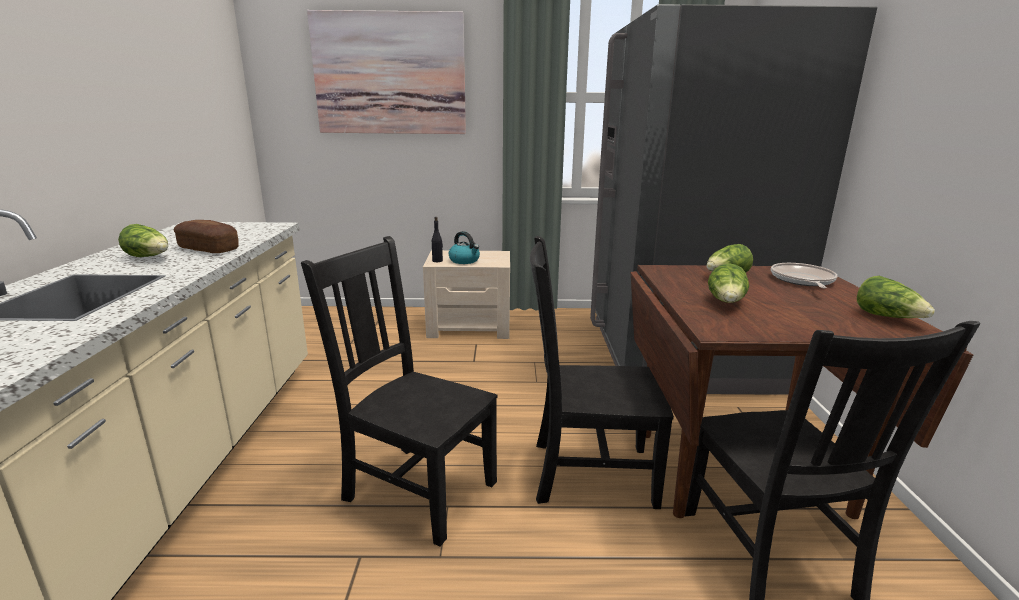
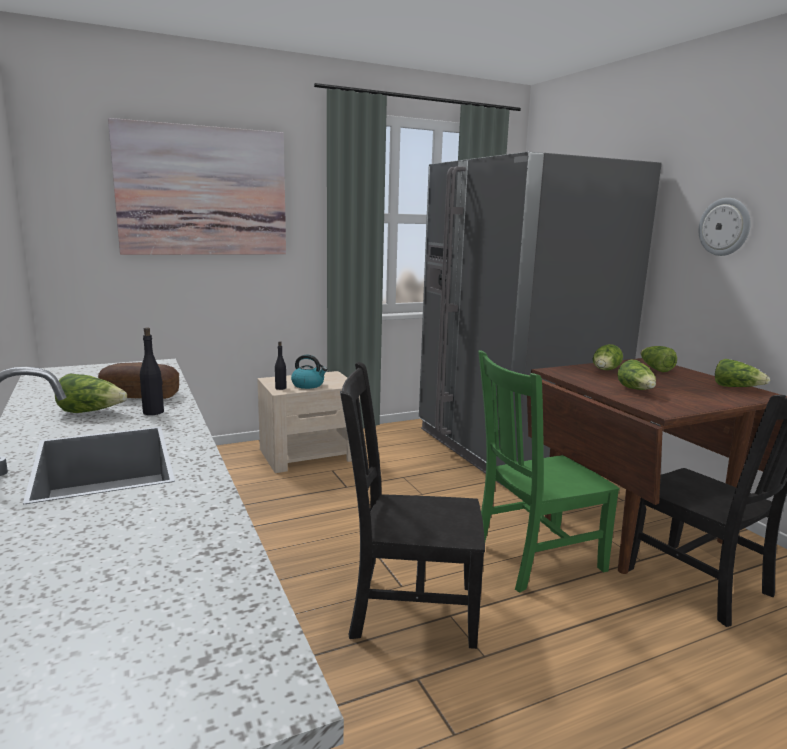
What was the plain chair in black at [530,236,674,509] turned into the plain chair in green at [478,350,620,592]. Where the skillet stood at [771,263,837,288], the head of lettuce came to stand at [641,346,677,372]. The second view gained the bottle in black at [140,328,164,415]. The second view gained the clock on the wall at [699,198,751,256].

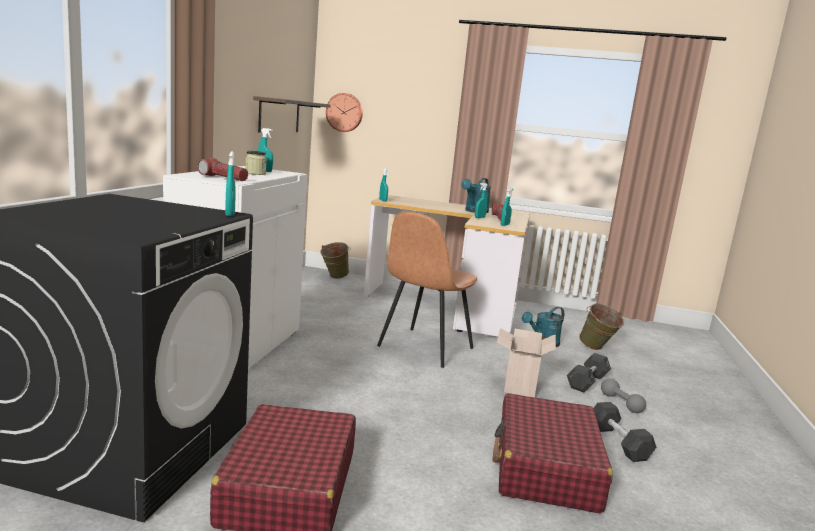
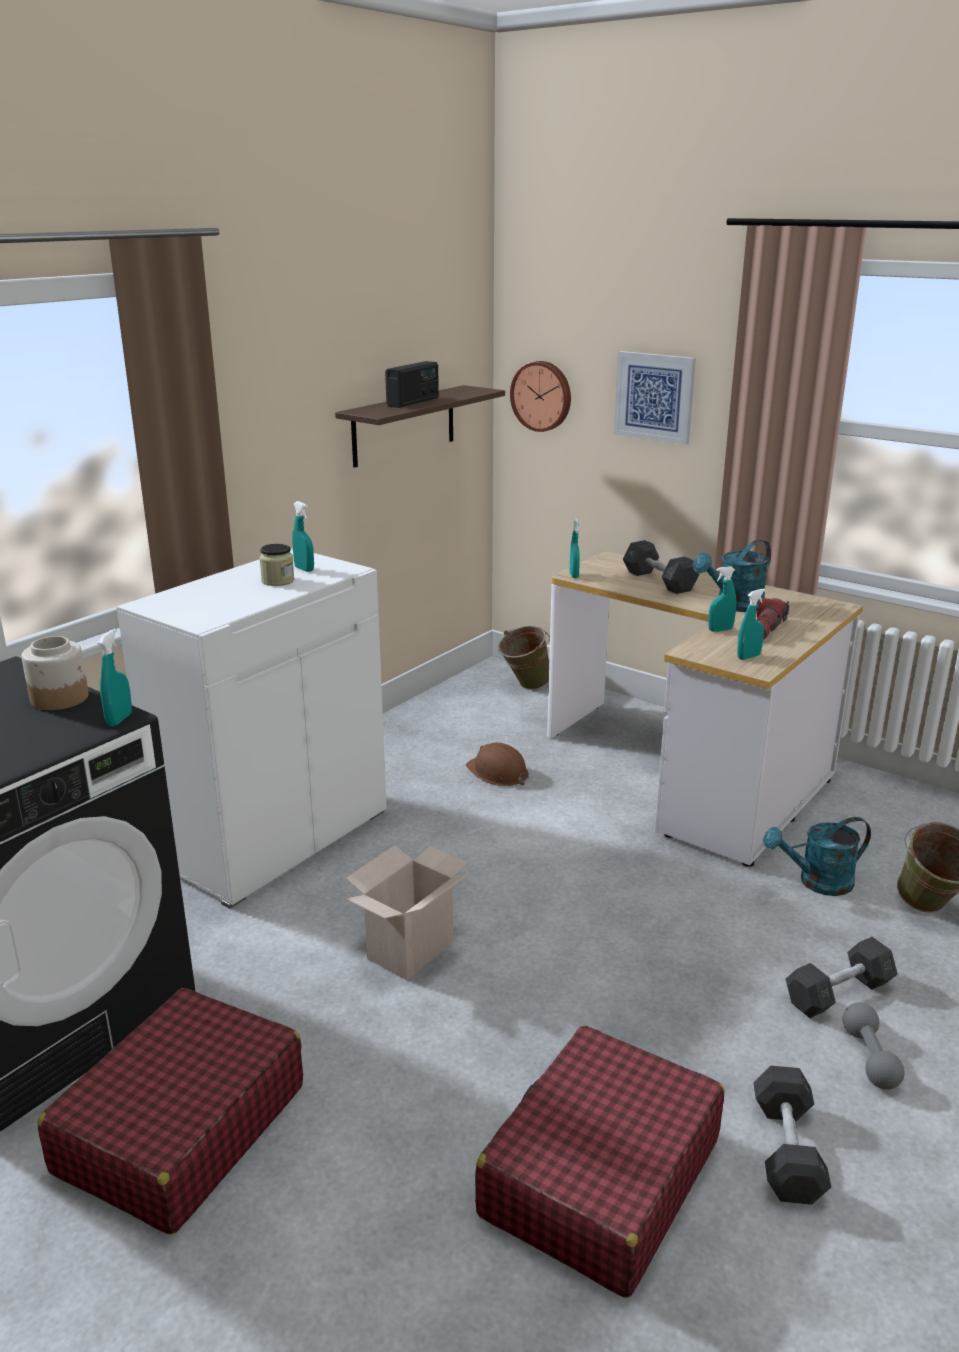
The second view lost the flashlight at [198,158,248,181]. The second view lost the plain chair in brown-coloured at [377,212,477,368]. The cardboard box ended up elsewhere, having gone from [497,328,556,397] to [345,845,469,980]. The second view gained the jar at [21,636,89,710]. The second view gained the radio set at [385,361,439,408]. The second view gained the work helmet in brown-coloured at [466,743,529,786]. The second view gained the wall art at [614,351,696,445]. The second view gained the hand weight in grey at [623,540,699,594].

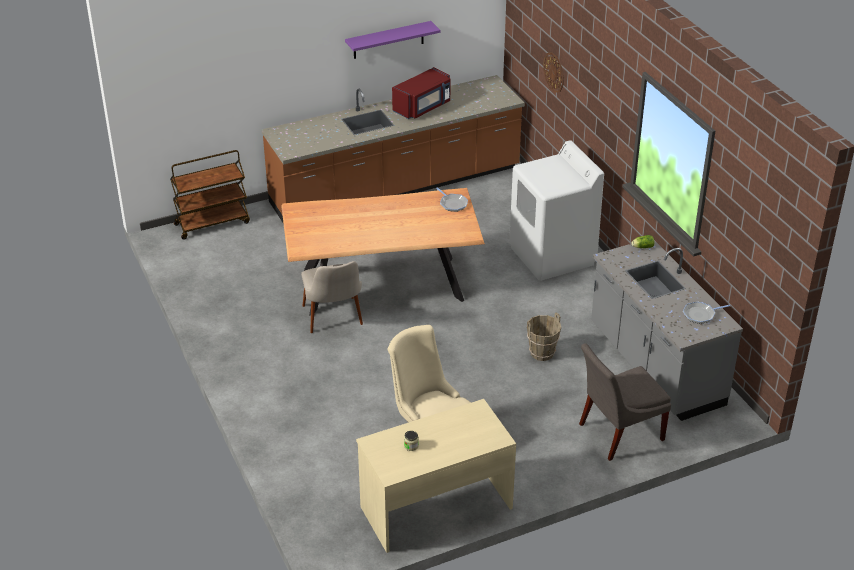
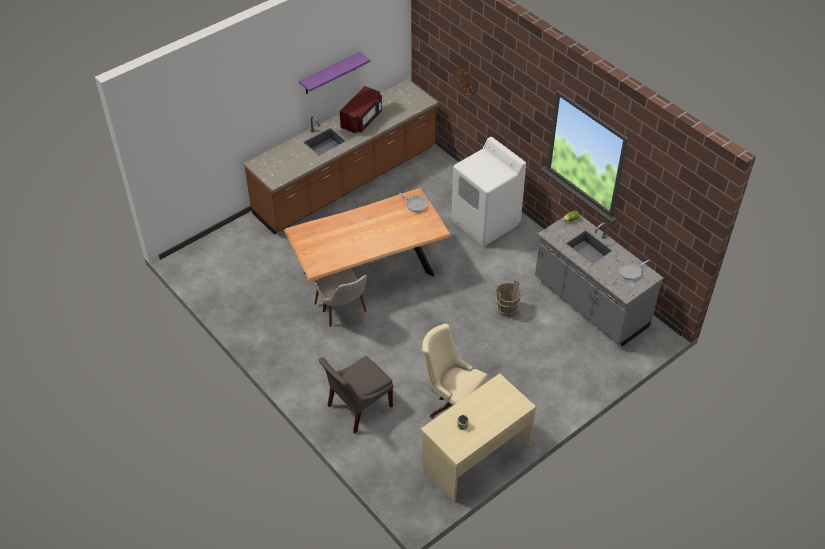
The second view lost the wheeled cart in brown-coloured at [170,150,250,240]. The plain chair in grey ended up elsewhere, having gone from [579,343,671,461] to [319,356,393,433].

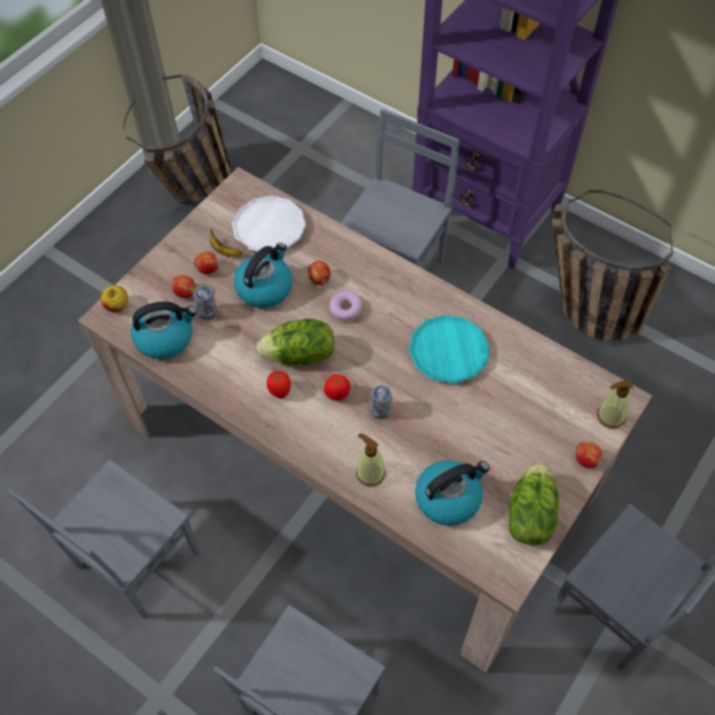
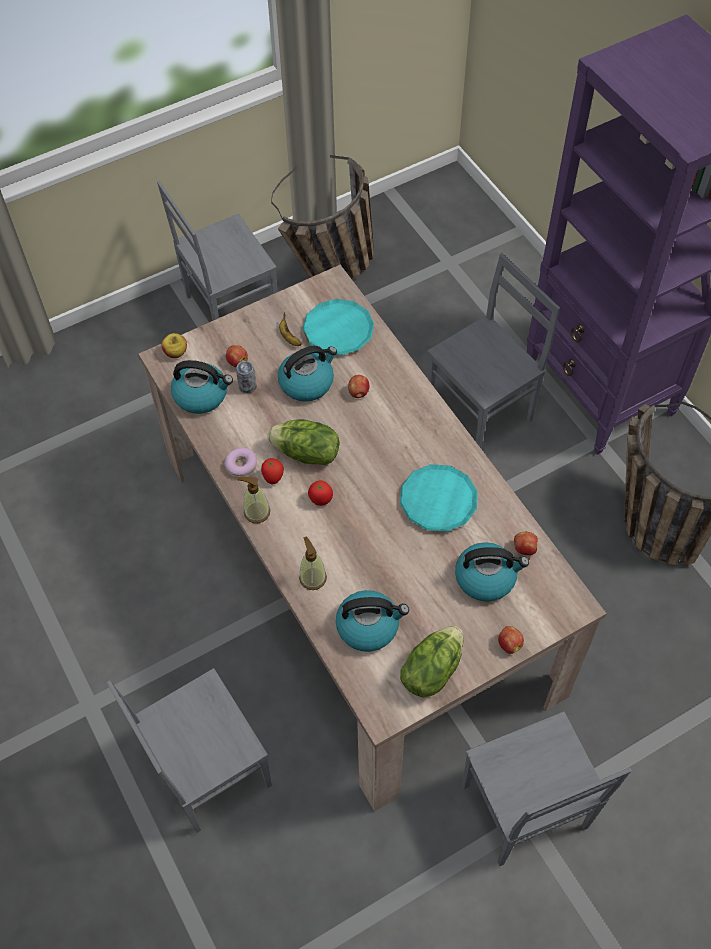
The plain chair in grey ended up elsewhere, having gone from [8,459,200,619] to [157,181,277,321]. The whole apple ended up elsewhere, having gone from [194,252,218,274] to [514,532,538,555]. What was the flat dish in white-coloured at [232,195,306,252] turned into the flat dish in turquoise at [303,299,374,355]. The doughnut ended up elsewhere, having gone from [330,291,362,321] to [225,448,257,477]. The second view lost the sealed can at [371,385,392,420]. The soap bottle ended up elsewhere, having gone from [597,380,633,428] to [238,476,270,523]. The second view gained the tea kettle at [455,542,529,602].

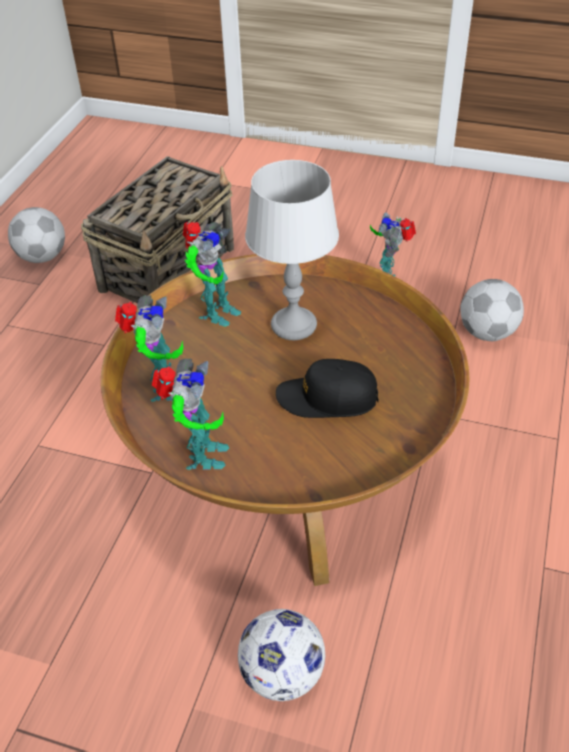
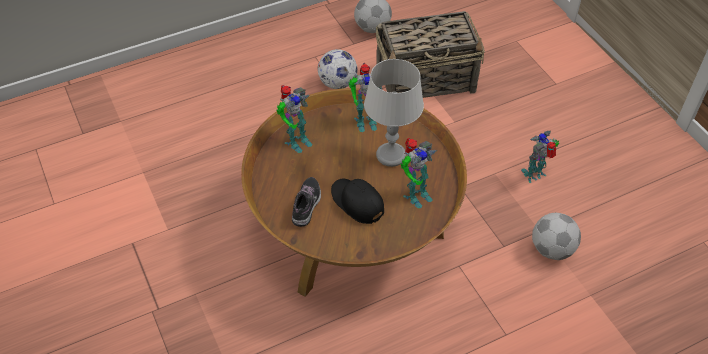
The robot figure ended up elsewhere, having gone from [152,358,229,470] to [401,138,437,208]. The football ended up elsewhere, having gone from [238,609,325,701] to [318,49,358,89]. The second view gained the shoe at [292,177,321,227].

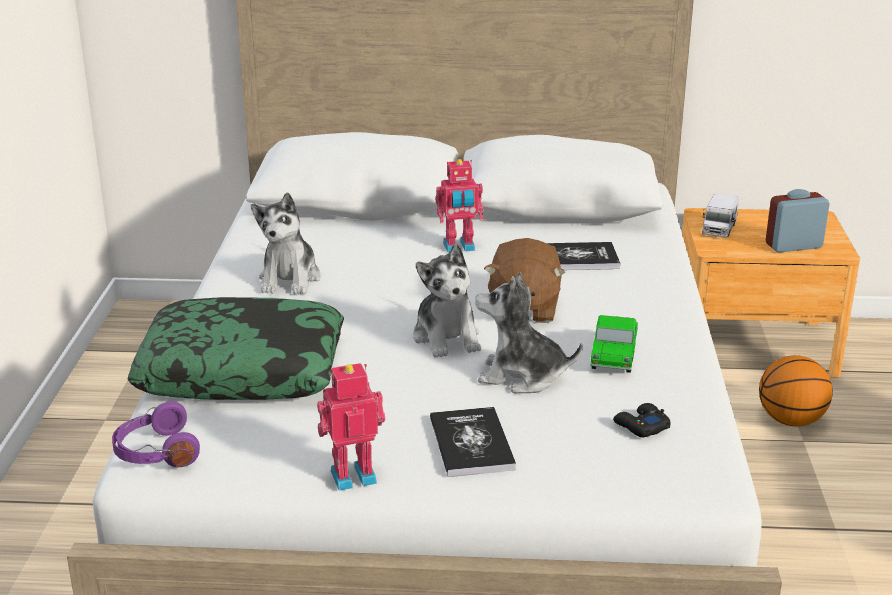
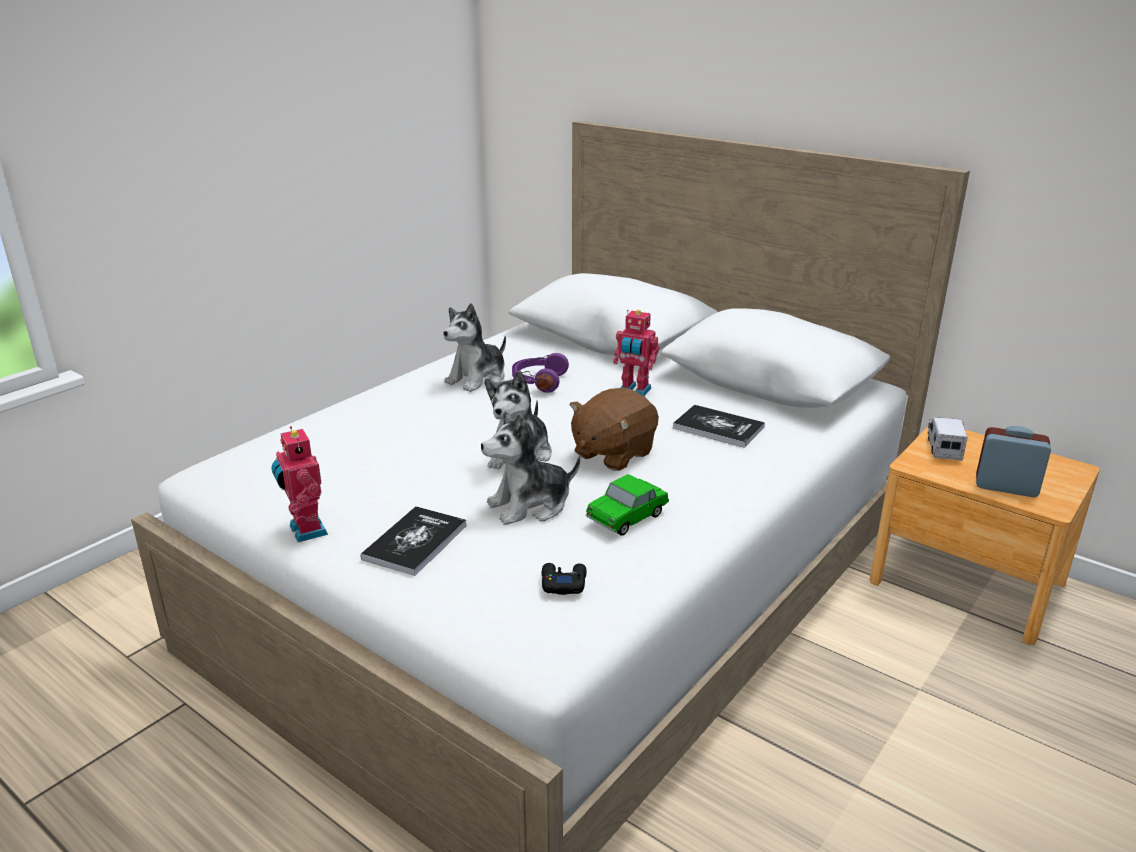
The headset in purplish ended up elsewhere, having gone from [112,401,200,467] to [512,353,569,393]. The second view lost the cushion at [127,297,344,400]. The robot figure at [317,363,385,491] ended up facing another way, 135 degrees counterclockwise from before. The cuddly toy at [475,272,583,394] ended up facing another way, 75 degrees counterclockwise from before. The toy lorry at [702,193,739,238] ended up facing another way, 135 degrees clockwise from before. The second view lost the basketball at [759,355,833,427].

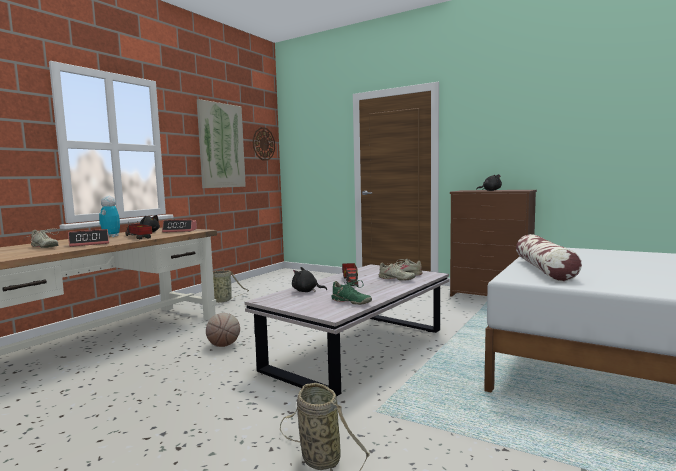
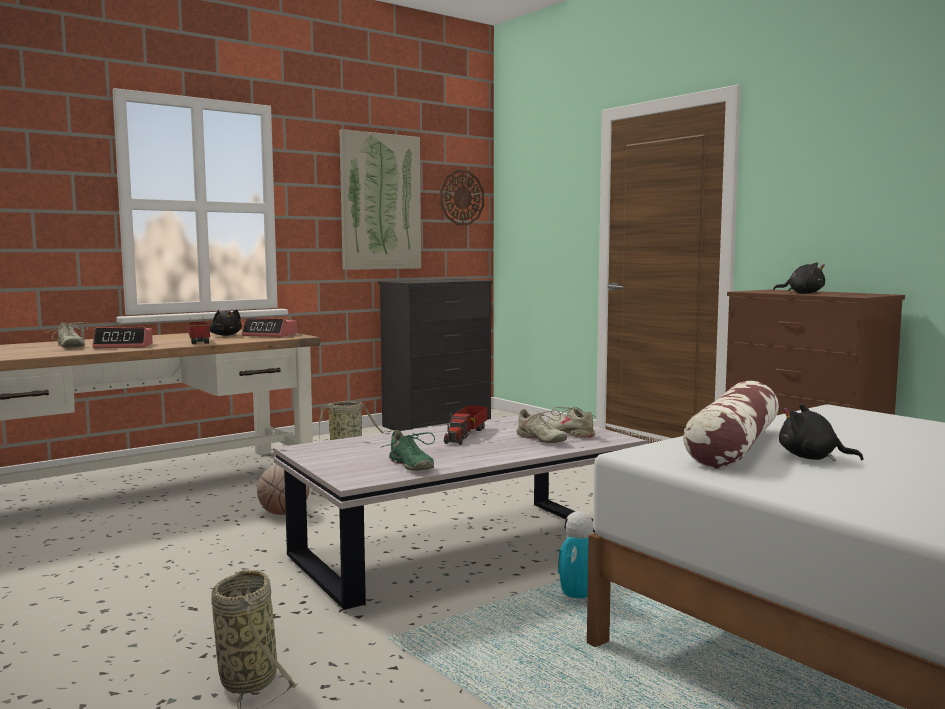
The robot figure ended up elsewhere, having gone from [99,196,120,237] to [558,511,594,603]. The cuddly toy in black ended up elsewhere, having gone from [292,267,327,292] to [779,404,863,461]. The second view gained the dresser in black at [378,279,493,431].

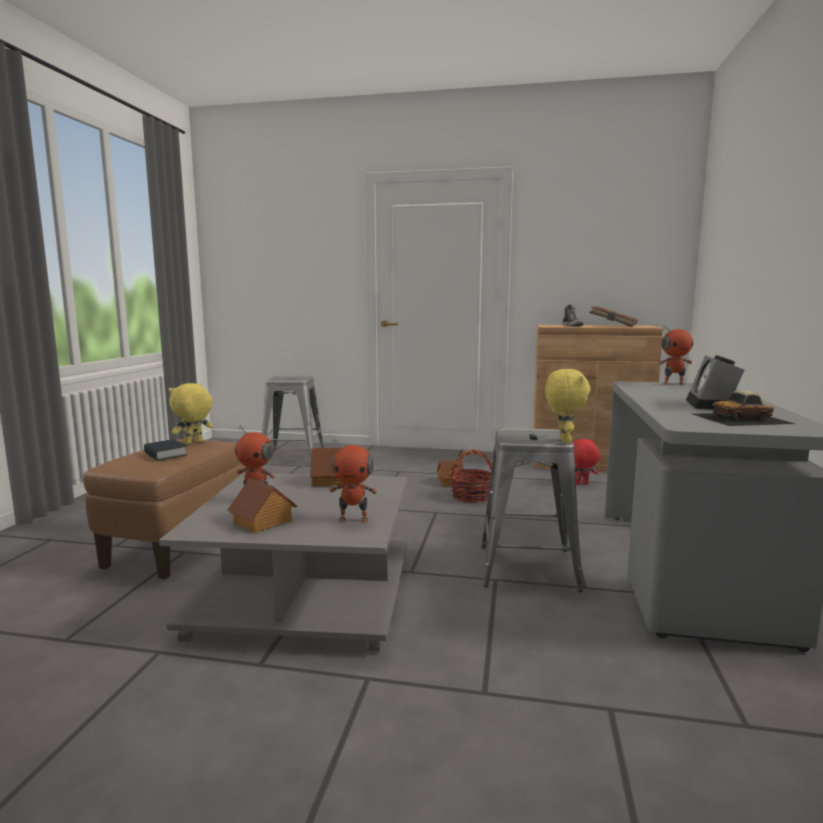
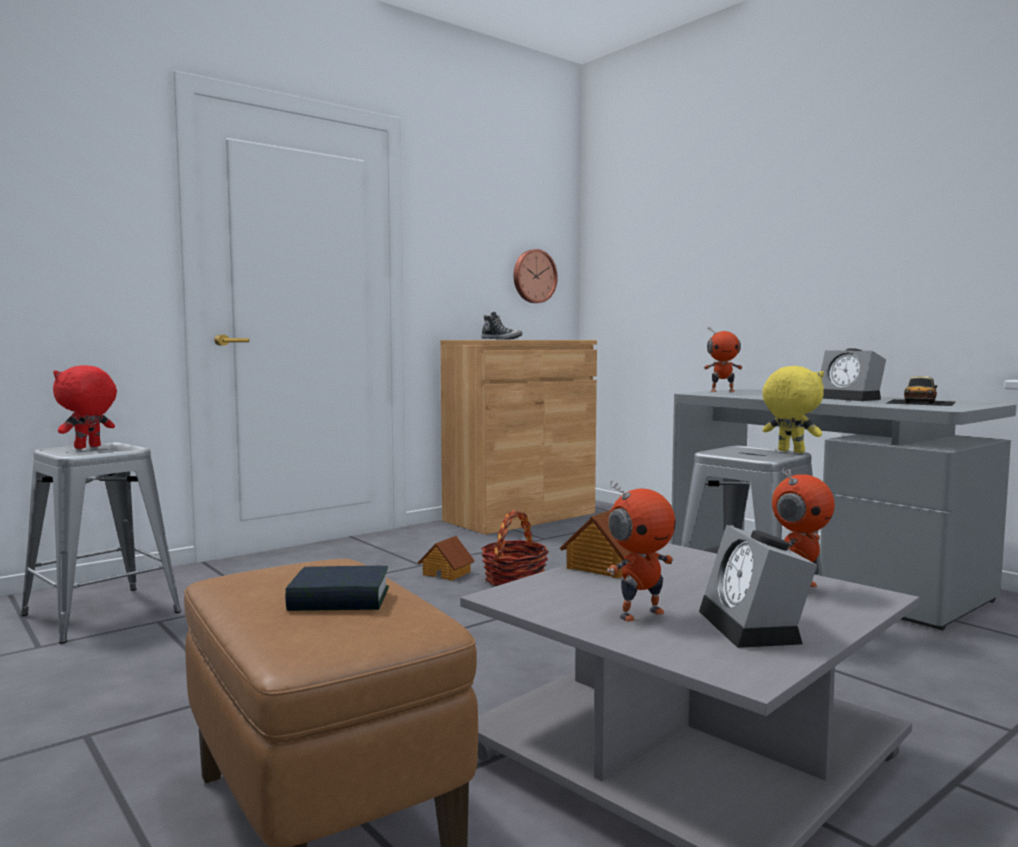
The second view lost the cuddly toy in yellowish at [169,383,213,444]. Where the model house stood at [227,477,297,533], the bedside clock came to stand at [699,525,817,648]. The cuddly toy in reddish ended up elsewhere, having gone from [573,439,600,485] to [53,365,117,449]. The second view lost the volume in brown-coloured at [590,306,638,327]. The robot figure at [658,325,694,385] ended up facing another way, 60 degrees clockwise from before. The second view gained the clock on the wall at [514,249,558,303].

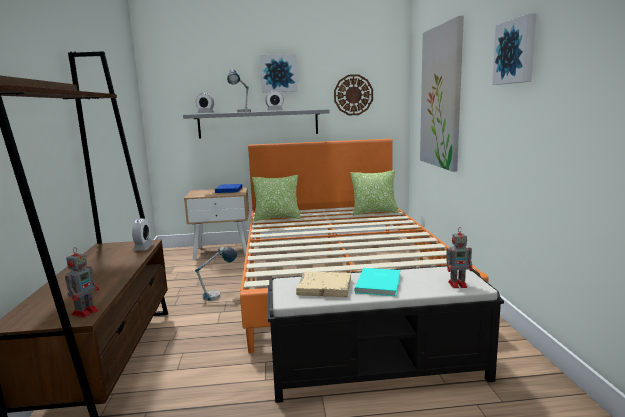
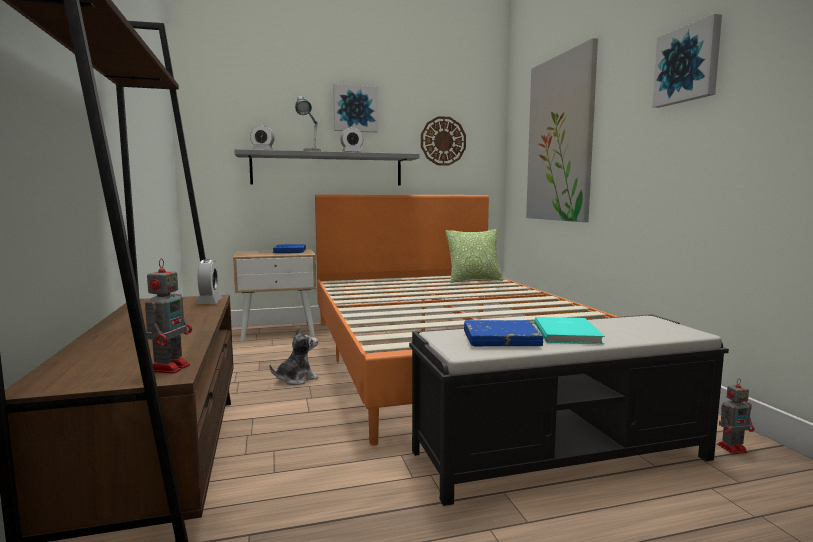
Where the lamp for a table stood at [195,246,237,301], the cuddly toy came to stand at [270,327,318,385]. The second view lost the cushion at [252,175,301,221]. What was the volume in beige at [296,272,351,297] turned into the volume in blue at [464,320,543,346]. The robot figure ended up elsewhere, having gone from [446,227,473,288] to [717,378,754,454].

